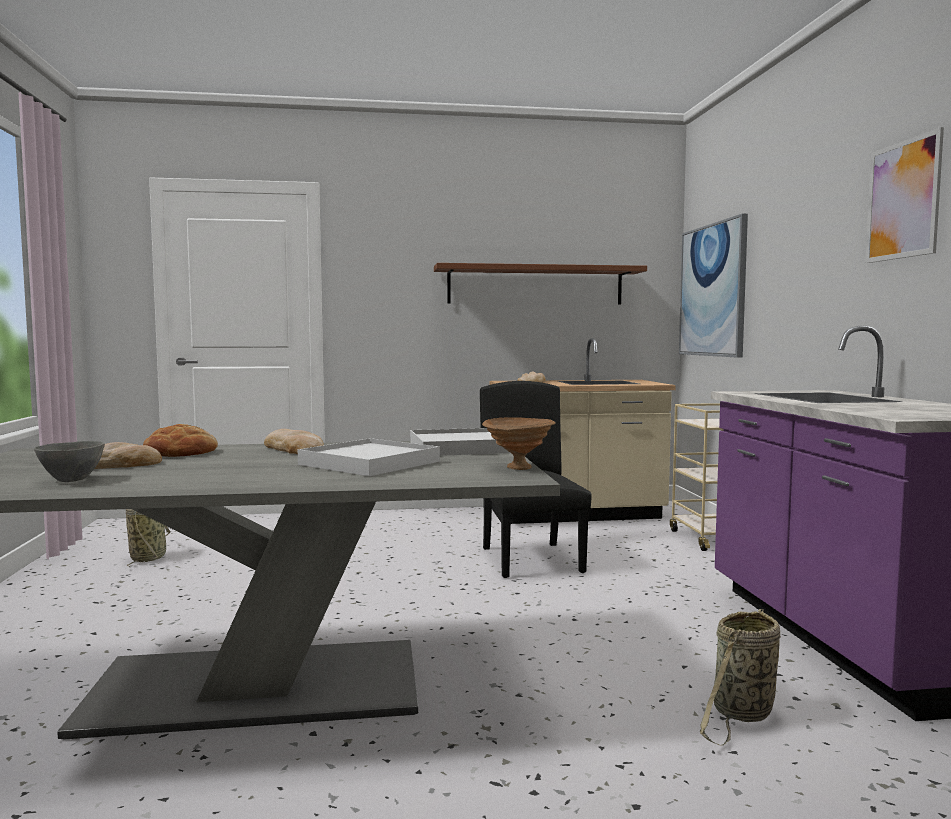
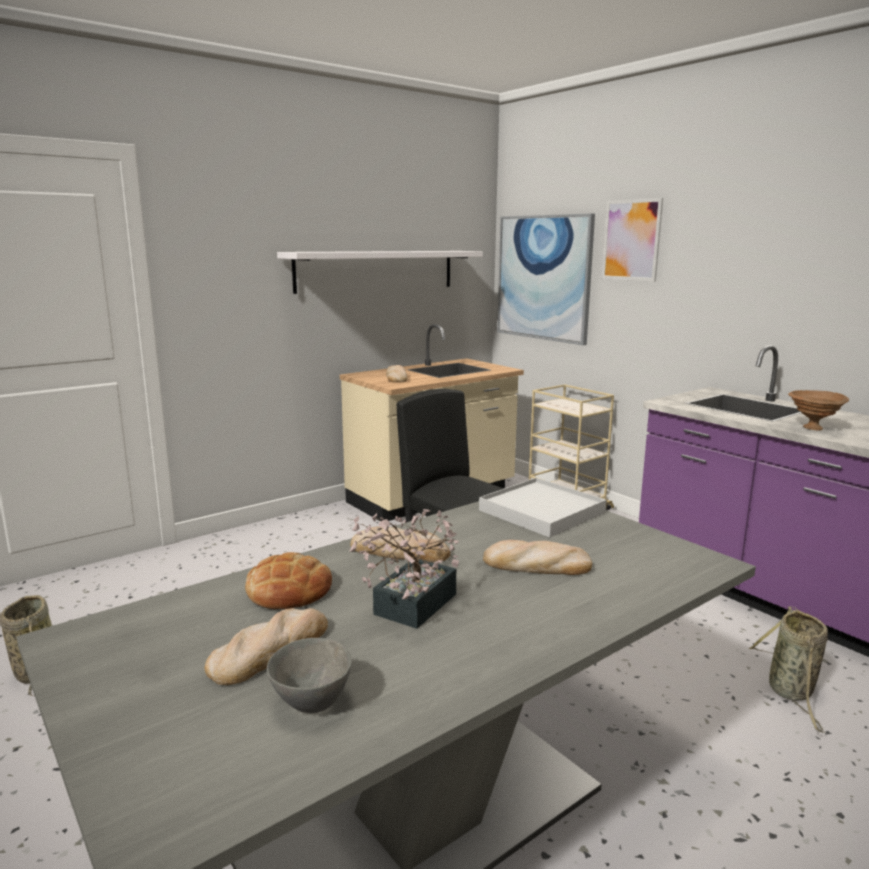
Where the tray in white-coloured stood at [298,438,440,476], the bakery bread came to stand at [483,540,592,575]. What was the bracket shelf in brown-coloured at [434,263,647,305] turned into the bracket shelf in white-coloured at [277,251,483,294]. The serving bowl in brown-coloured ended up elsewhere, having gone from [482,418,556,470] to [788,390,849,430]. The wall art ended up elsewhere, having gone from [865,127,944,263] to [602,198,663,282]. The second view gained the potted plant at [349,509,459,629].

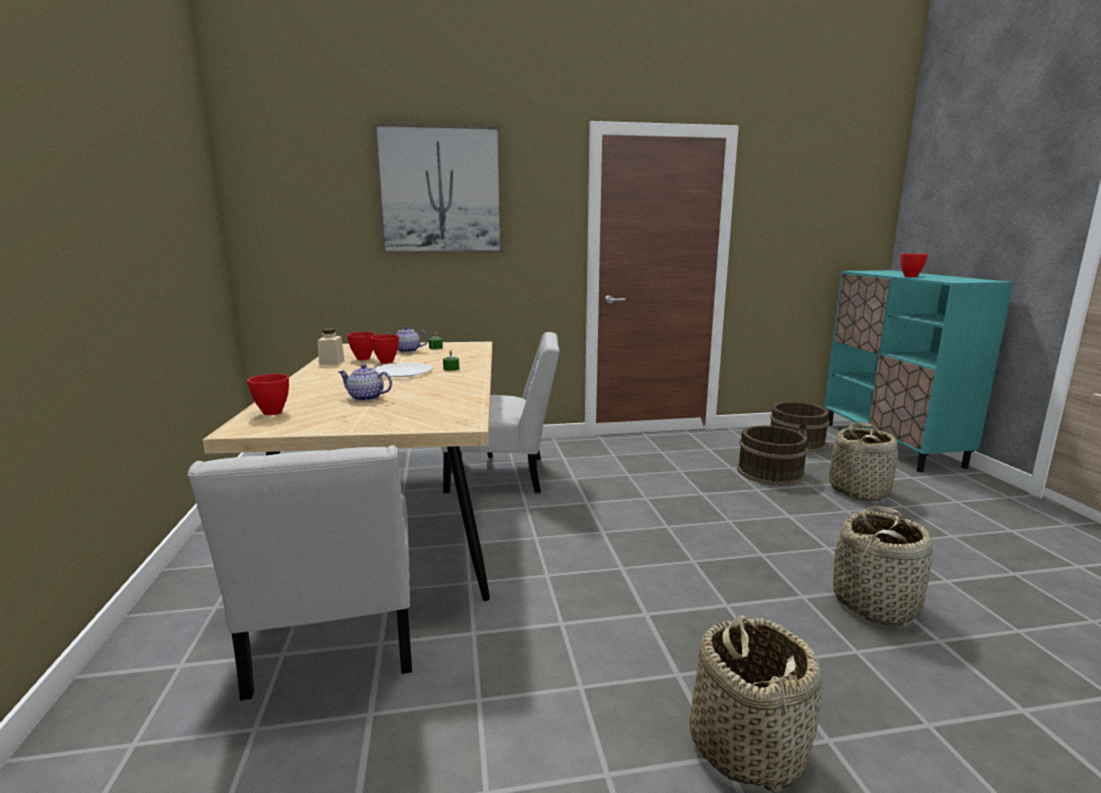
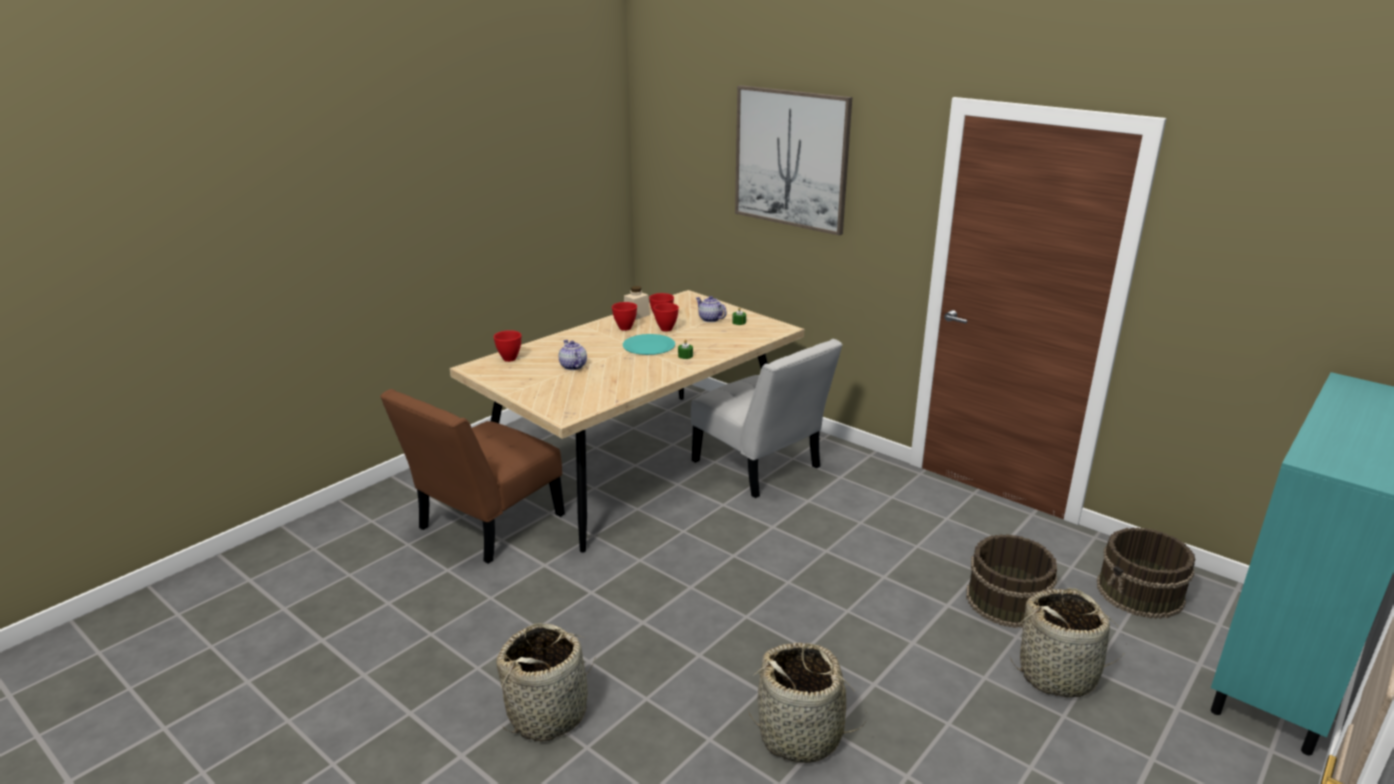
What was the plain chair in white-coloured at [188,445,412,701] turned into the plain chair in brown-coloured at [380,389,565,564]. What was the flat dish in white-coloured at [374,363,432,377] turned into the flat dish in turquoise at [623,334,675,355]. The serving bowl in reddish ended up elsewhere, having gone from [900,253,928,277] to [612,302,637,331].

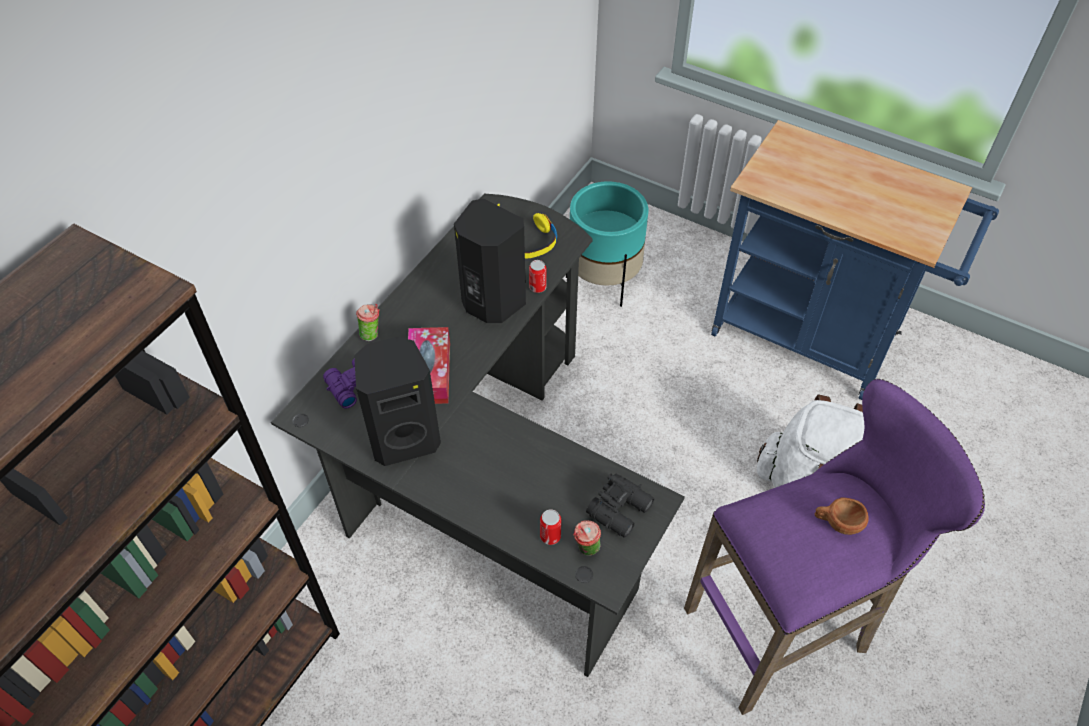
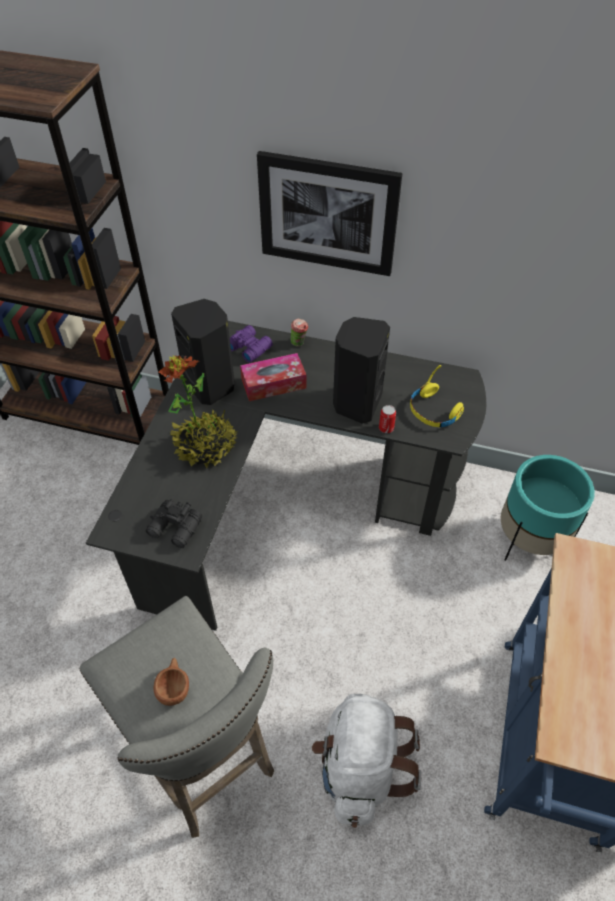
The second view lost the sealed can at [540,509,561,545]. The second view lost the small cup at [573,520,601,556]. What was the sitting stool in purplish at [684,379,985,715] turned into the sitting stool in grey at [80,596,274,838]. The second view gained the potted plant at [159,355,238,468]. The second view gained the wall art at [257,151,402,276].

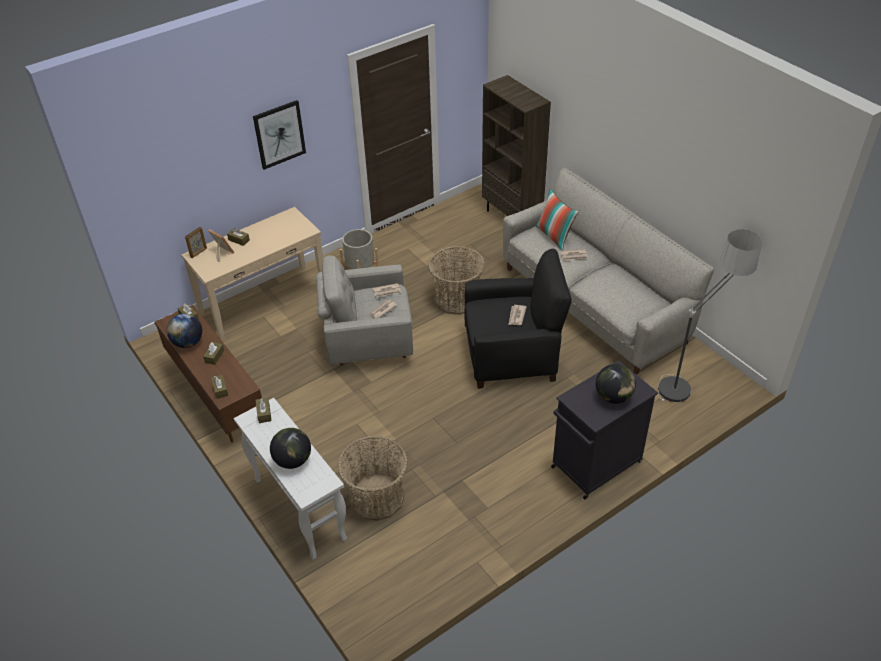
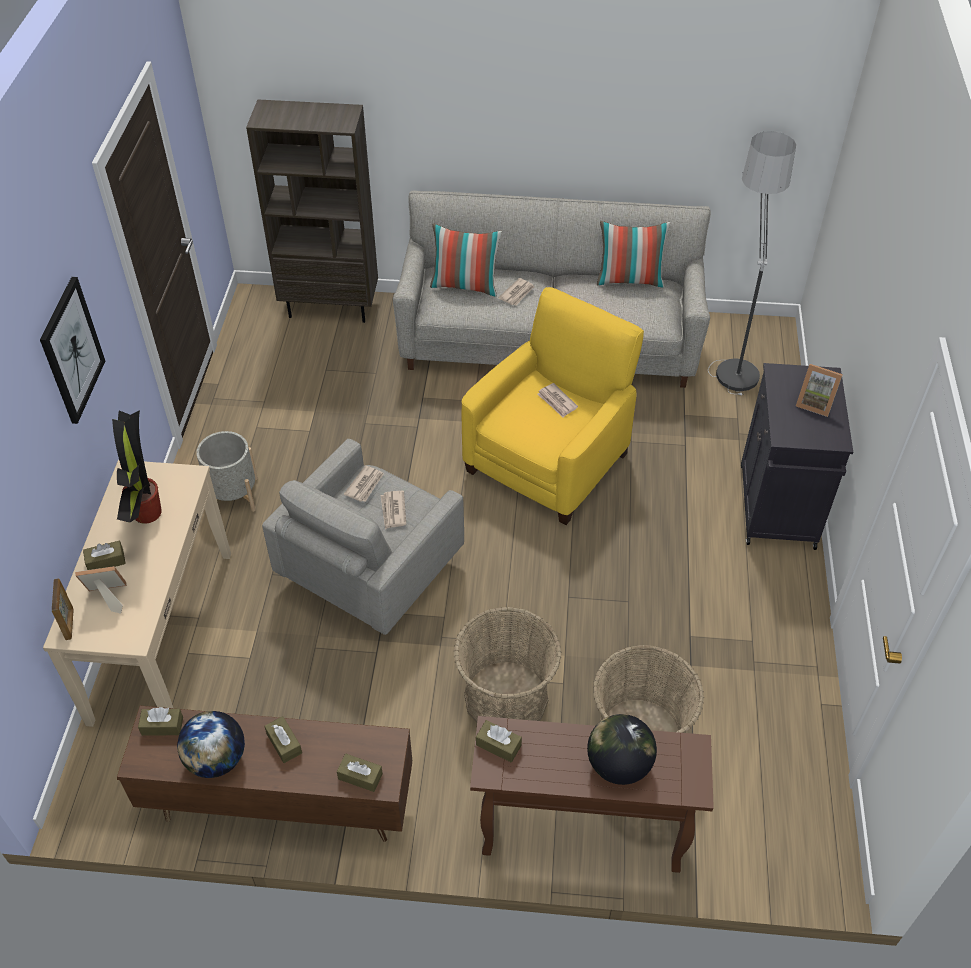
What was the console table in white-coloured at [234,398,347,560] turned into the console table in brown-coloured at [470,716,714,873]. The household basket ended up elsewhere, having gone from [428,246,485,315] to [453,607,562,723]. What was the easy chair in black at [465,249,572,389] turned into the easy chair in yellowish at [462,287,644,525]. Where the world globe stood at [596,364,636,404], the standing frame came to stand at [796,364,843,417]. The second view gained the potted plant at [112,410,162,524]. The second view gained the cushion at [597,221,671,287].

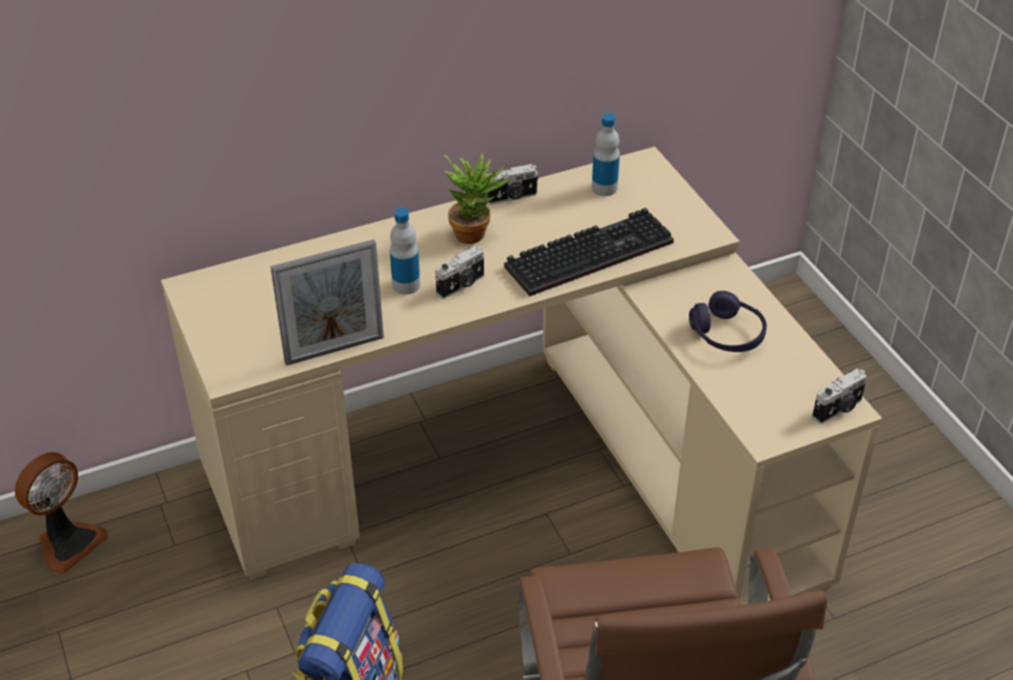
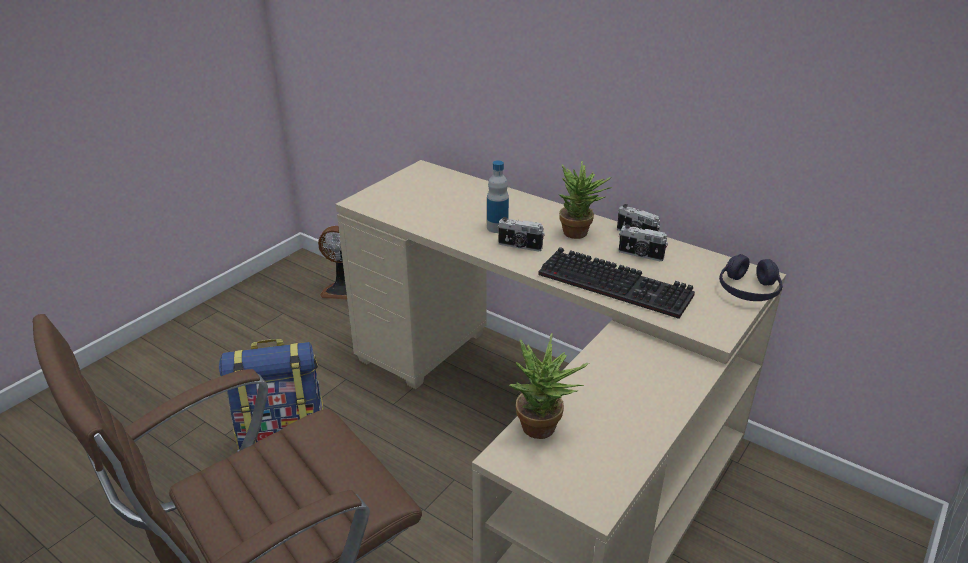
The second view lost the standing frame at [270,239,384,366]. The second view lost the bottle at [592,113,620,196]. The headset in purplish ended up elsewhere, having gone from [689,291,767,352] to [719,254,783,301]. The photo camera ended up elsewhere, having gone from [812,368,867,424] to [618,225,668,261]. The second view gained the potted plant at [509,333,589,439].

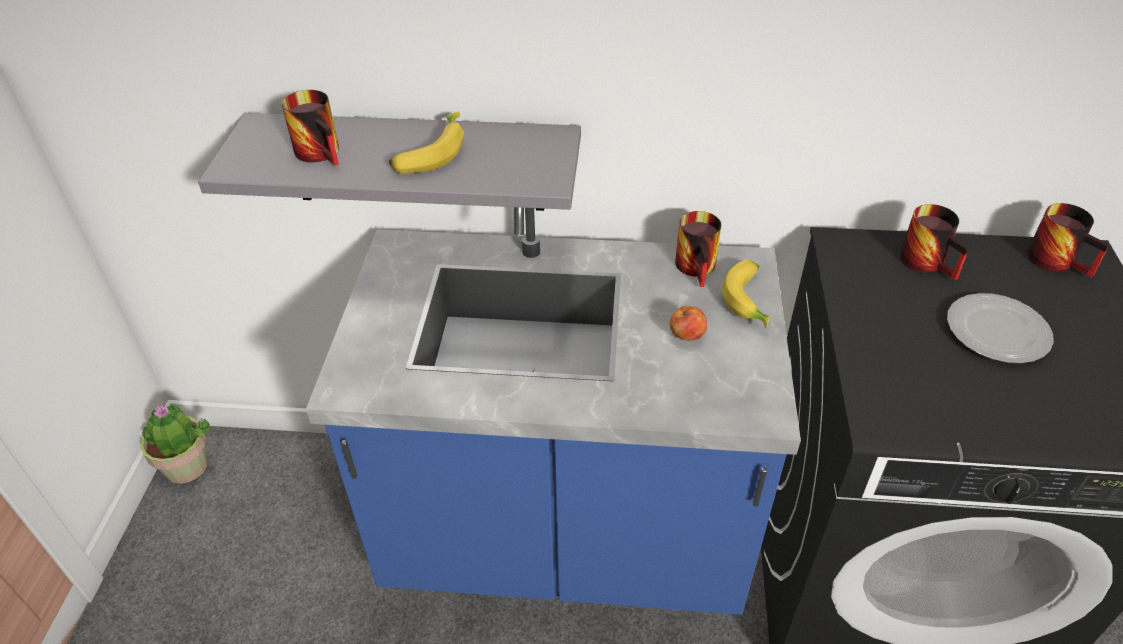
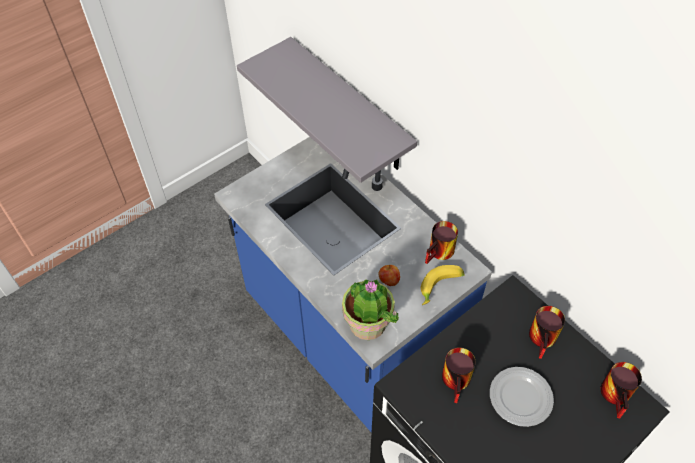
The potted plant ended up elsewhere, having gone from [140,405,211,484] to [342,279,399,340]. The mug ended up elsewhere, having gone from [282,90,339,166] to [442,347,476,403]. The second view lost the banana fruit at [389,112,464,174].

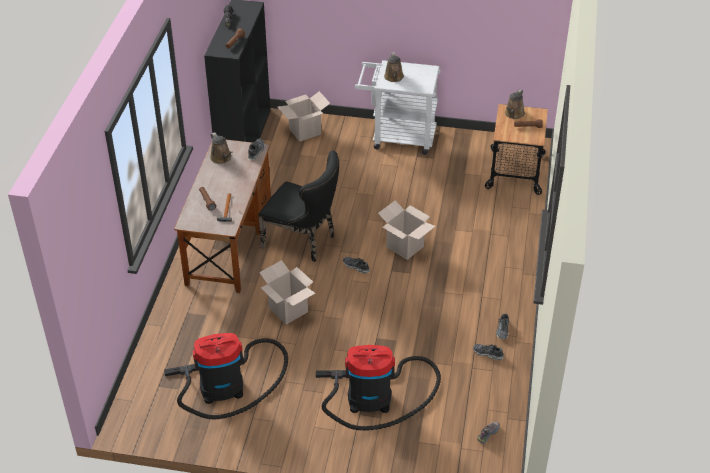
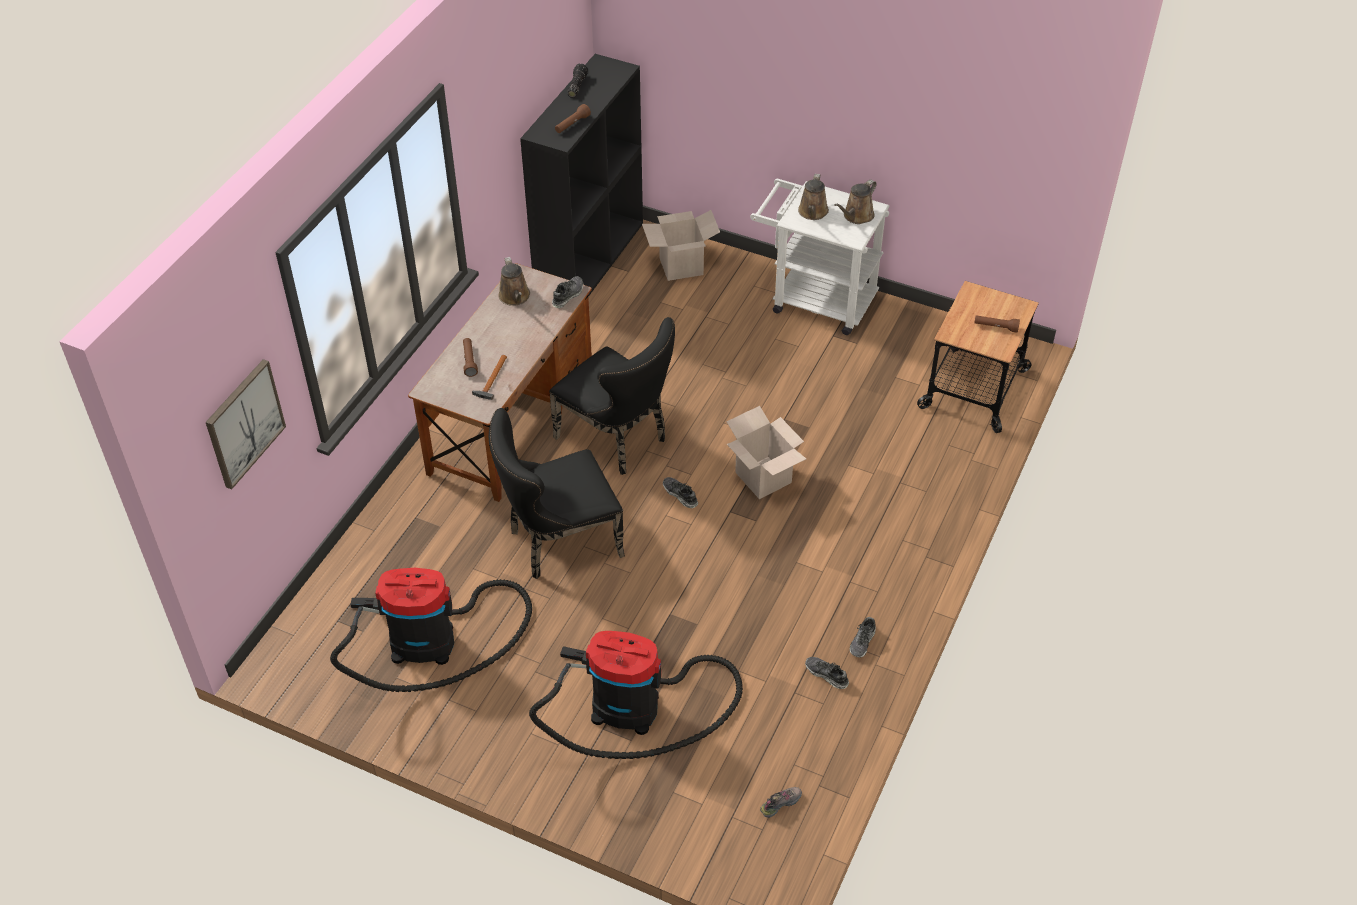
Where the cardboard box stood at [259,260,316,325], the plain chair in black came to stand at [489,408,625,579]. The sprinkling can in brown-coloured ended up elsewhere, having gone from [505,89,525,119] to [834,180,877,224]. The second view gained the wall art at [206,359,286,489].

